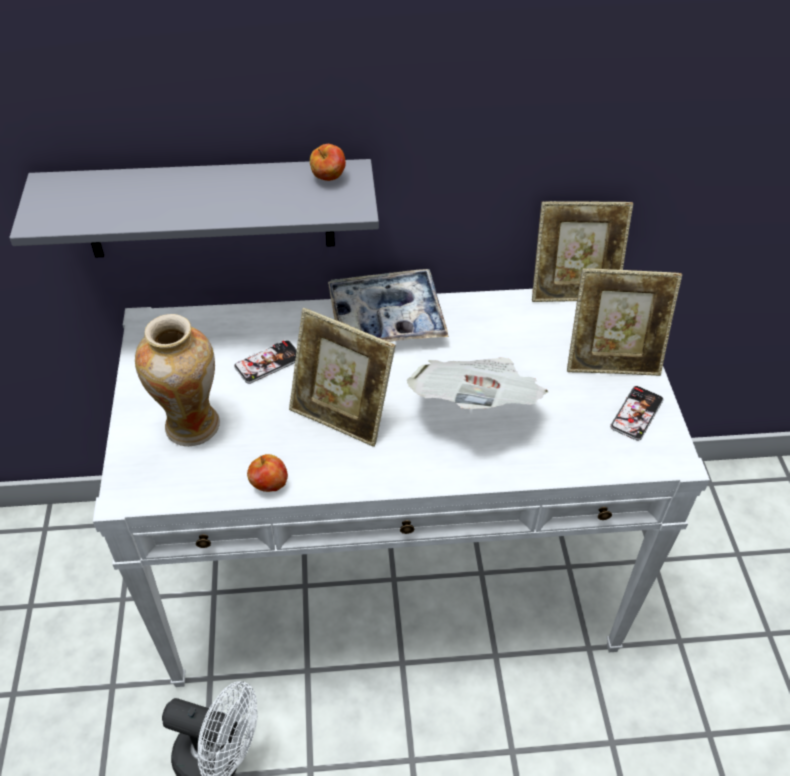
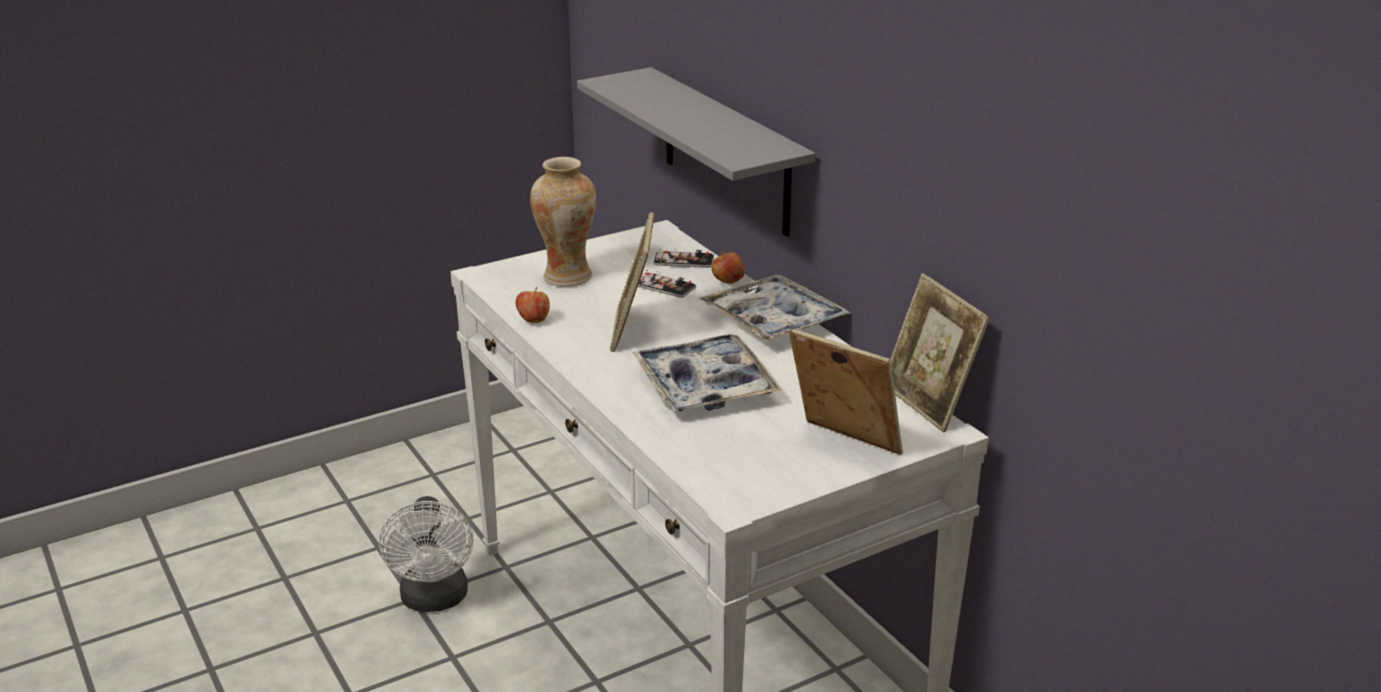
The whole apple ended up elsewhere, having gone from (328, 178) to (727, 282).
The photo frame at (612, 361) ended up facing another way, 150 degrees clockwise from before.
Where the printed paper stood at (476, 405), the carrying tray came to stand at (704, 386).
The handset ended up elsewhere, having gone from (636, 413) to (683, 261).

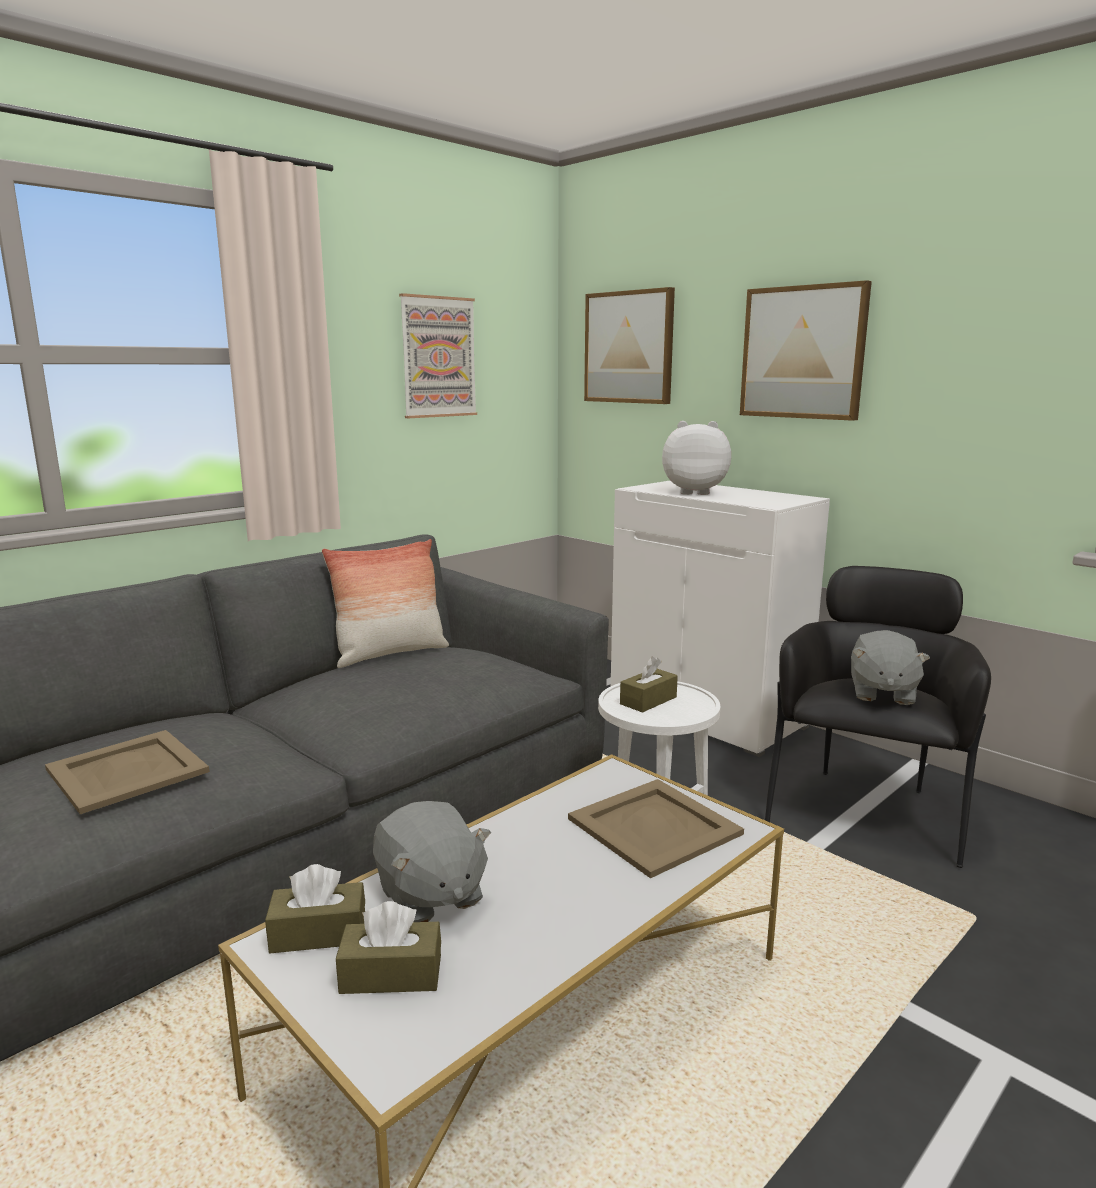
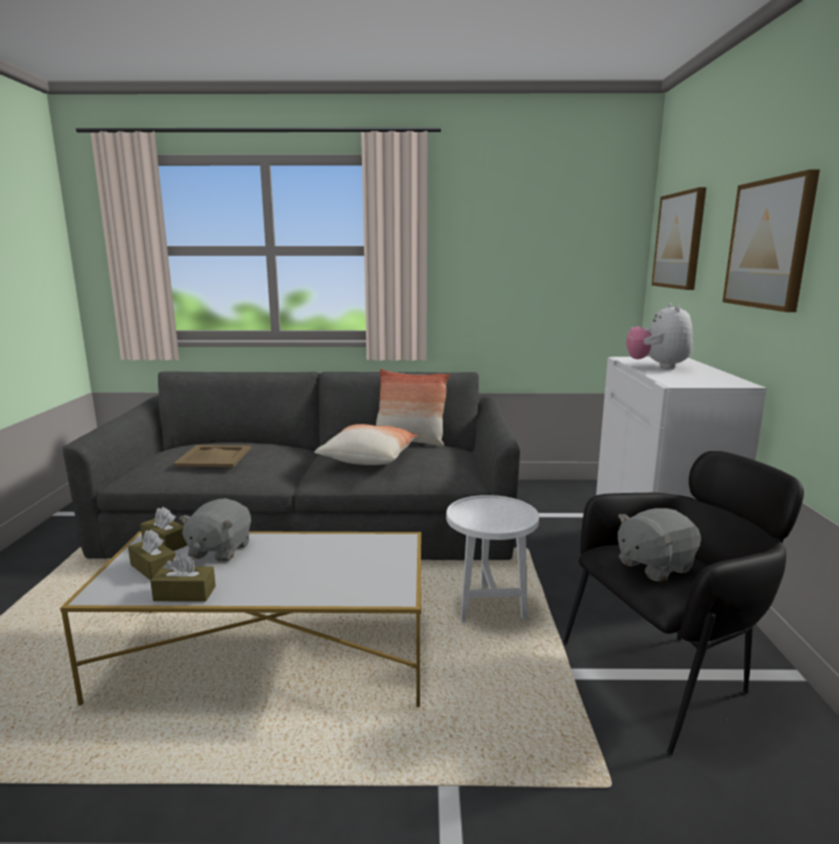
The second view lost the wall art at (438, 357).
The plush toy at (694, 492) ended up facing another way, 135 degrees counterclockwise from before.
The brownish tissue box ended up elsewhere, having gone from (648, 700) to (185, 593).
The second view lost the beige-coloured carrying tray at (654, 825).
The second view gained the cushion at (369, 458).

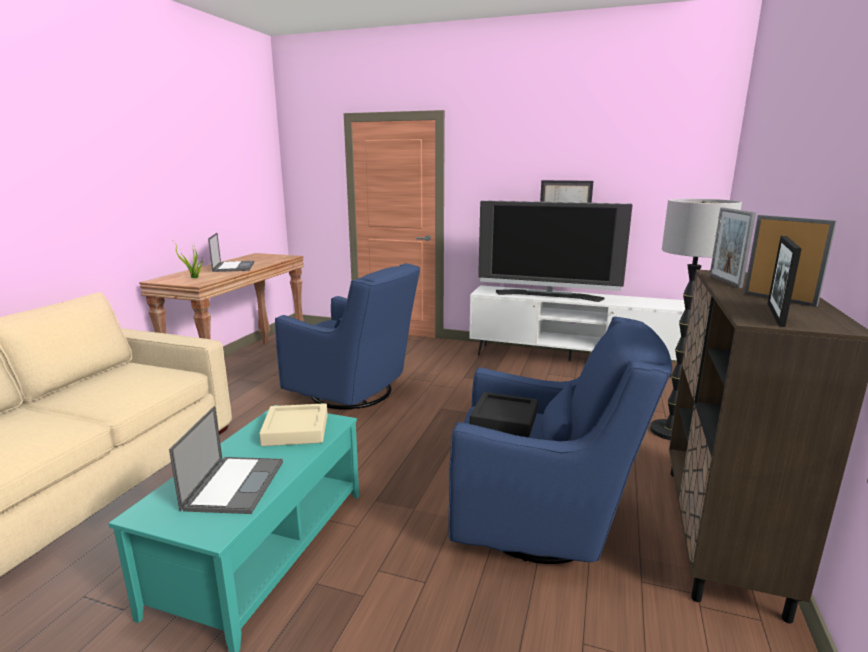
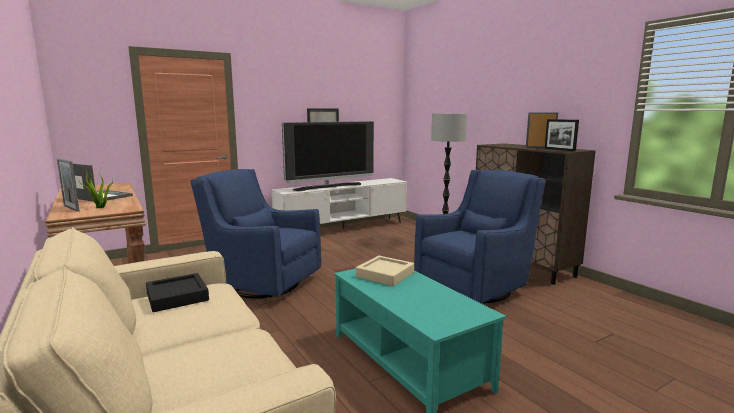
The photo frame ended up elsewhere, having gone from (725, 281) to (71, 208).
The bluish easy chair at (354, 393) ended up facing another way, 135 degrees counterclockwise from before.
The blackish carrying tray ended up elsewhere, having gone from (504, 420) to (177, 297).
The second view lost the laptop at (234, 484).

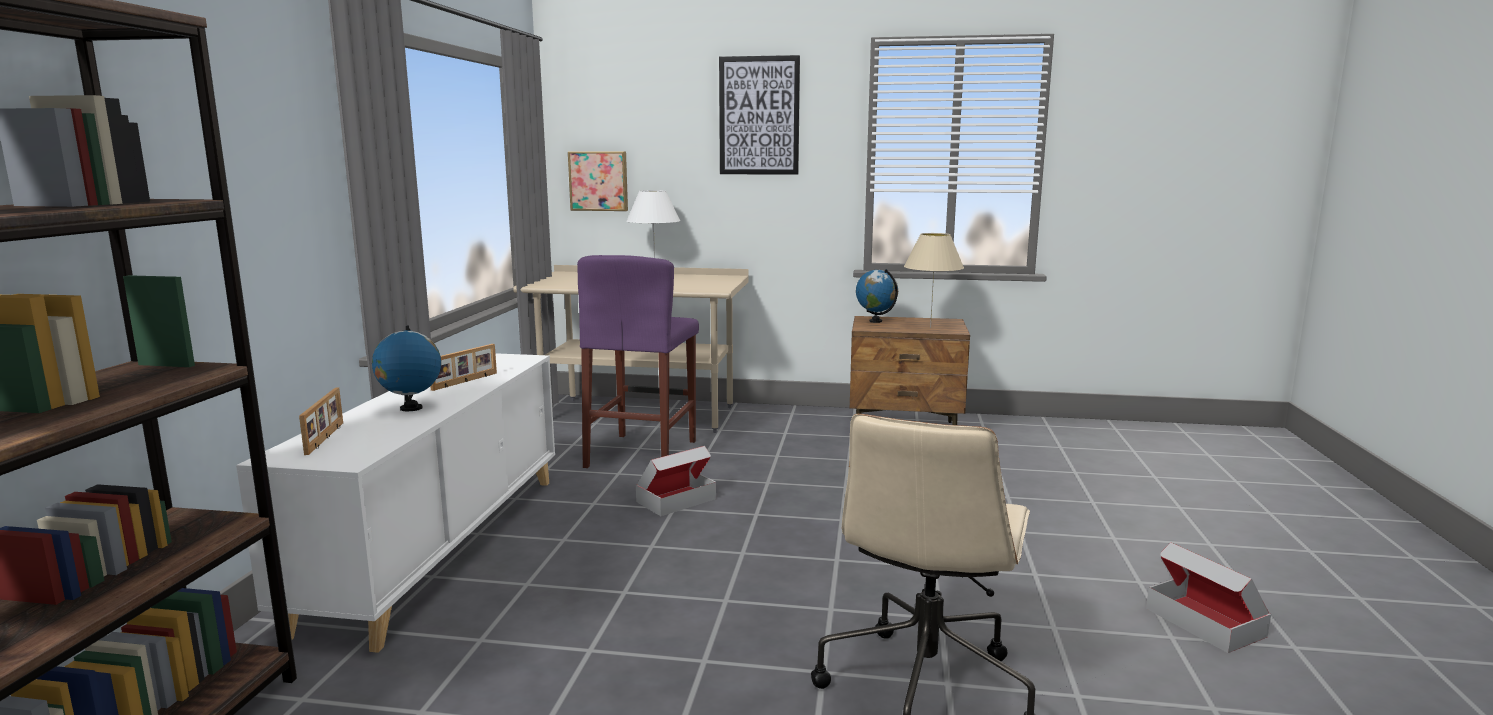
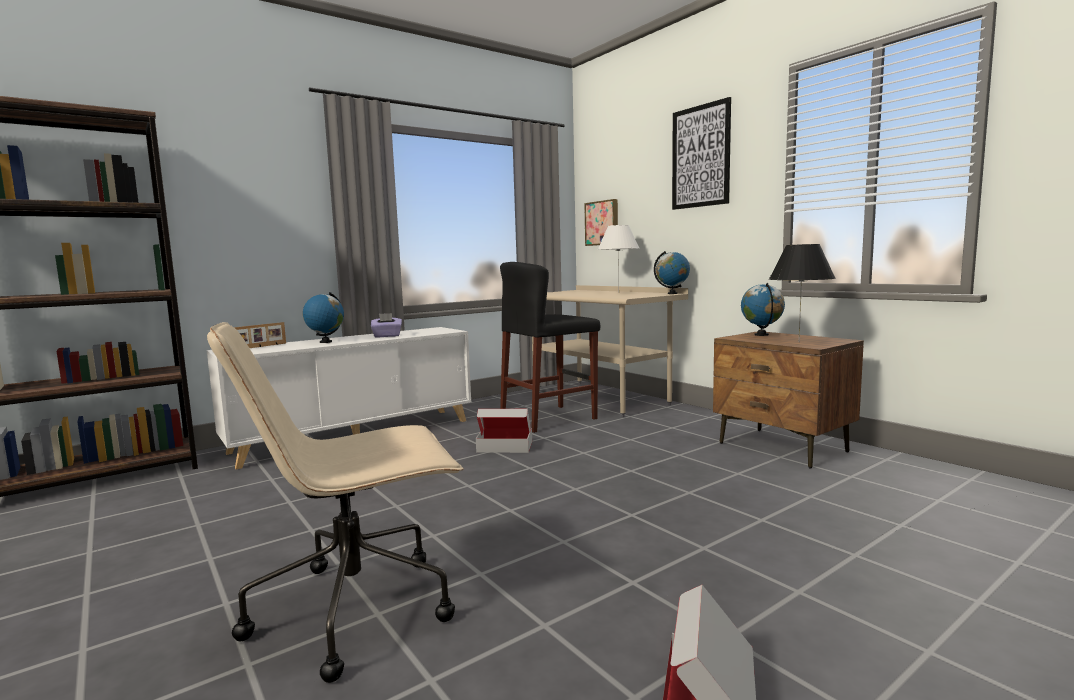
What was the beige-coloured tabletop lamp at (930, 327) turned into the blackish tabletop lamp at (799, 342).
What was the purple-coloured stool at (642, 453) turned into the blackish stool at (548, 418).
Where the photo frame stood at (465, 381), the purple-coloured tissue box came to stand at (387, 336).
The second view gained the globe at (672, 293).

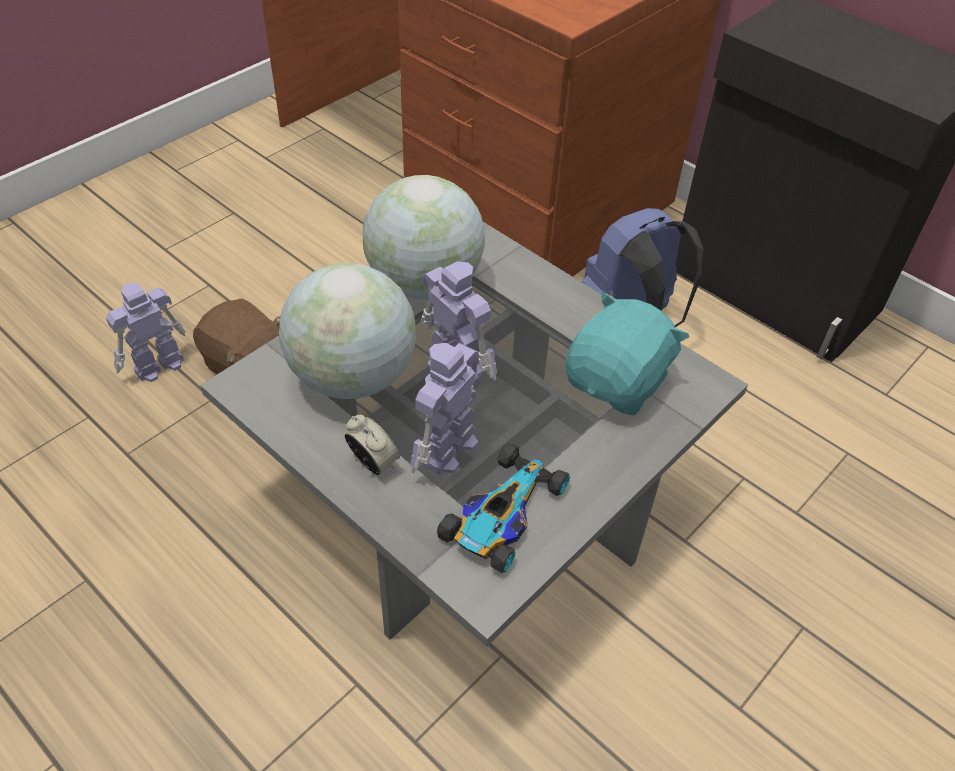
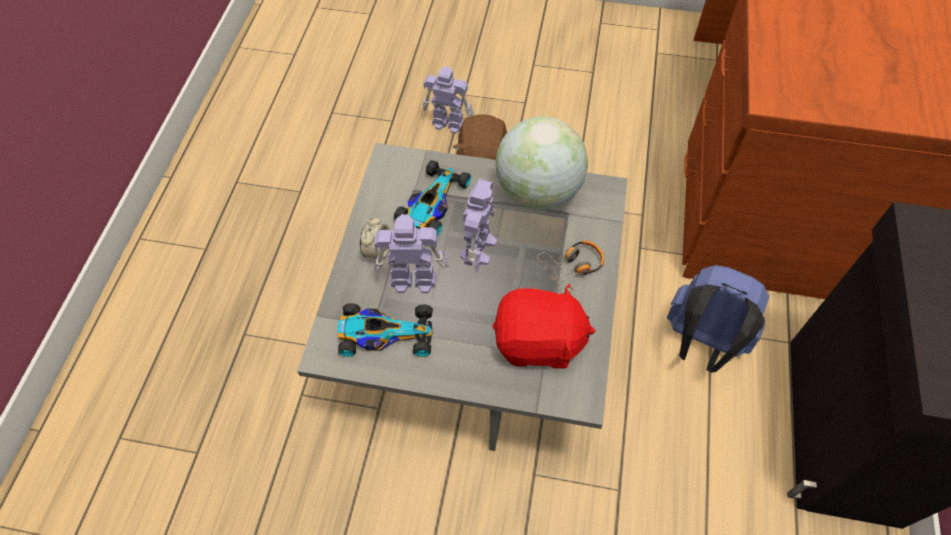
Where the globe stood at (353, 377), the miniature car came to stand at (432, 204).
What was the blue-green plush toy at (618, 382) turned into the red-coloured plush toy at (539, 342).
The second view gained the headphones at (572, 267).

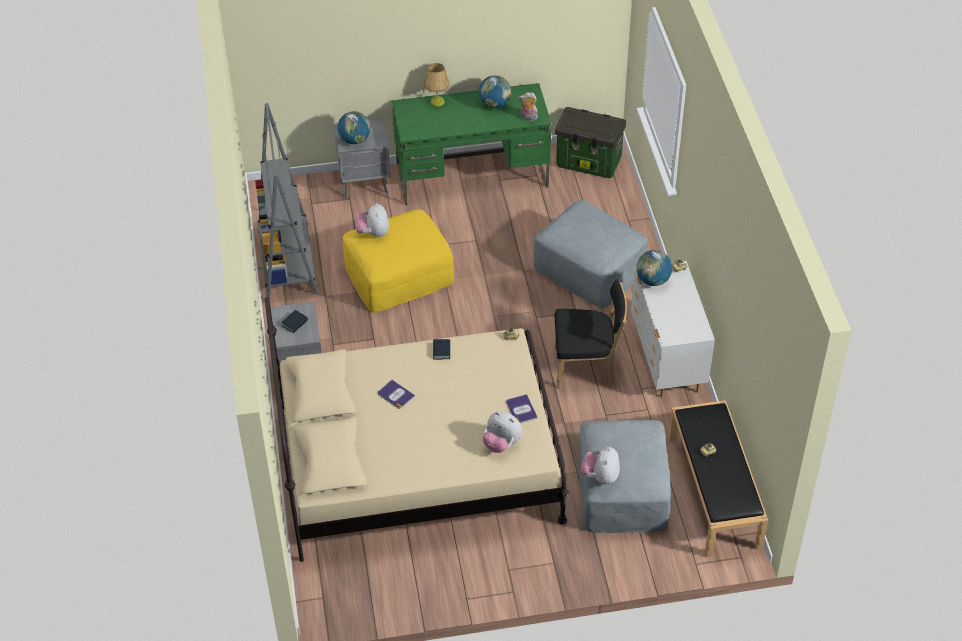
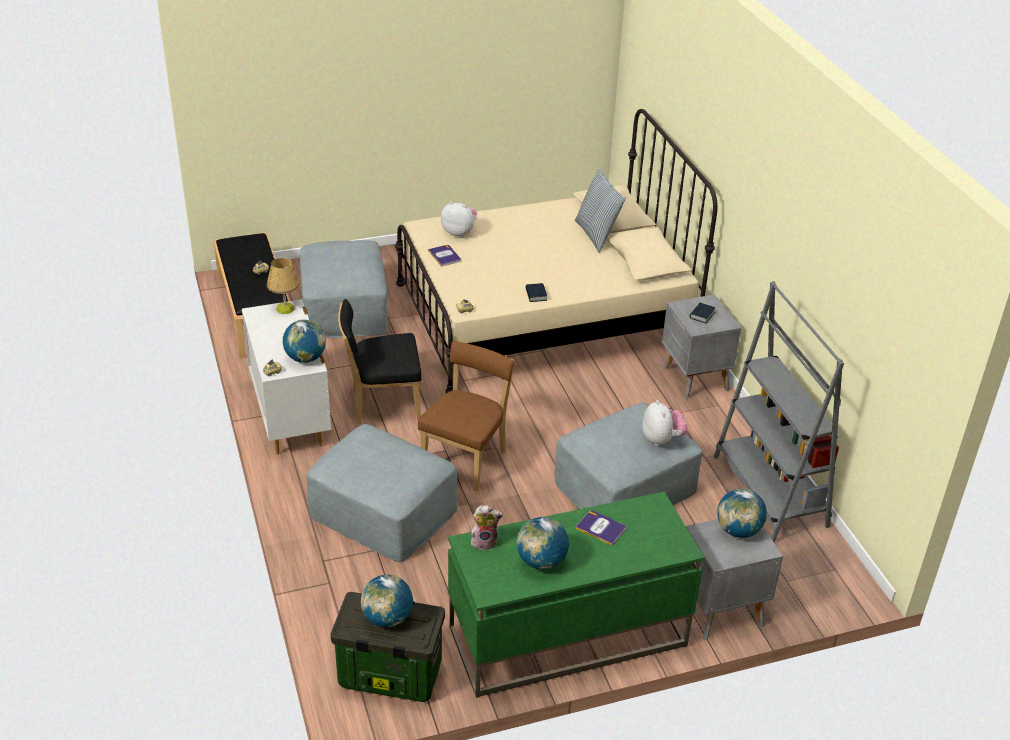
The tabletop lamp ended up elsewhere, having gone from (437, 101) to (285, 308).
What was the yellow-coloured footrest at (398, 275) turned into the grey footrest at (625, 486).
The volume ended up elsewhere, having gone from (395, 395) to (601, 528).
The second view lost the plush toy at (600, 476).
The second view gained the cushion at (597, 235).
The second view gained the brownish plain chair at (466, 459).
The second view gained the globe at (387, 618).

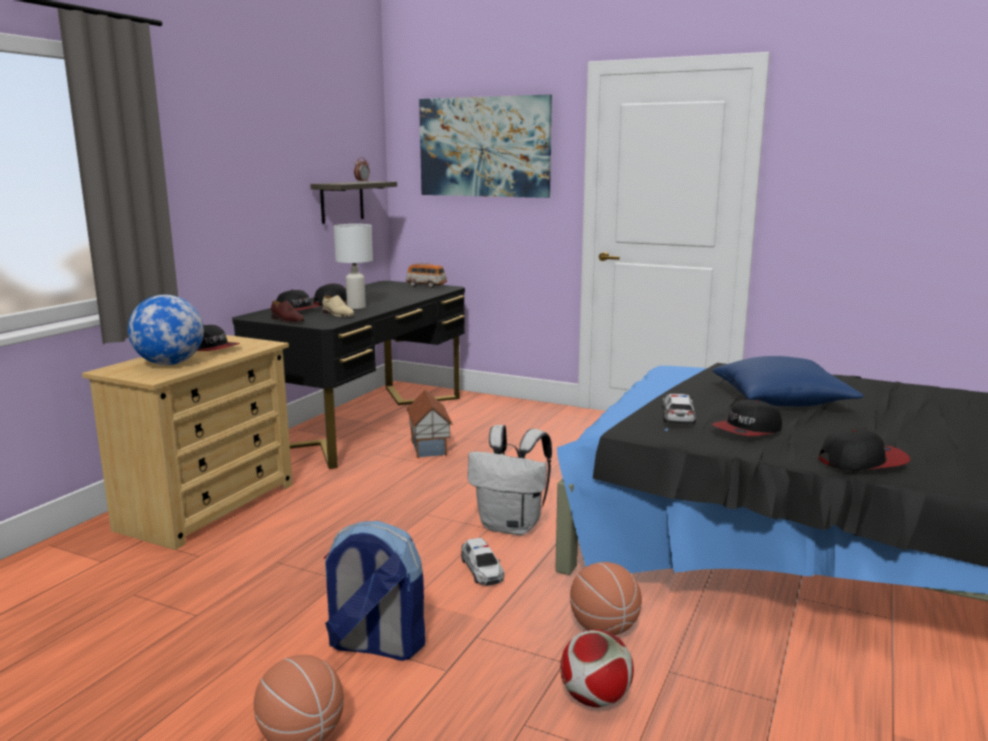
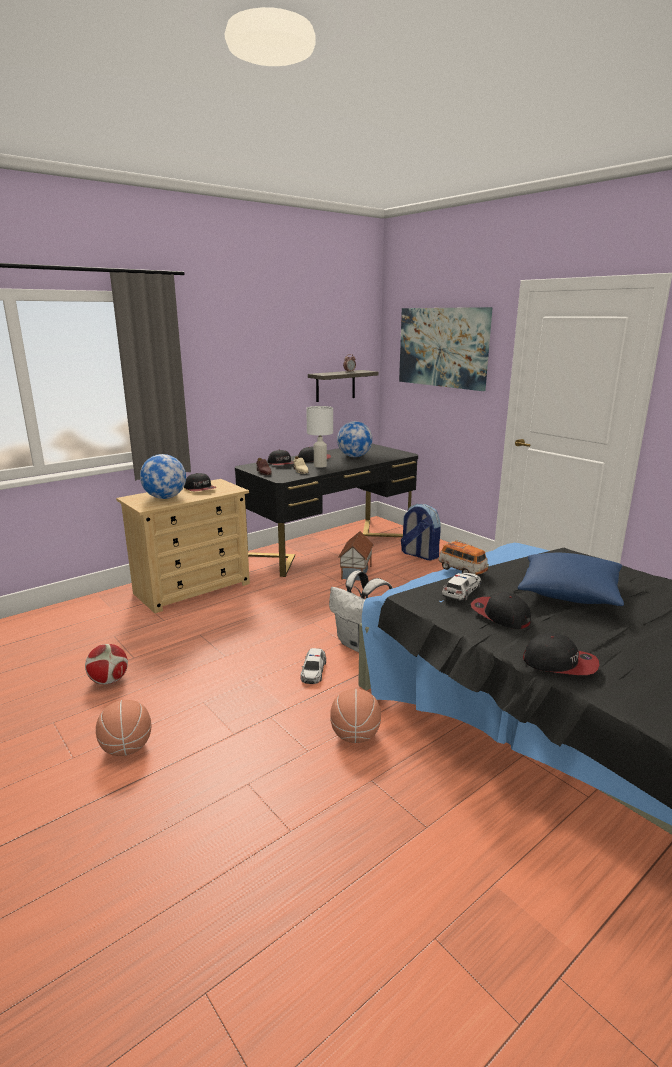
The miniature car ended up elsewhere, having gone from (426, 286) to (462, 570).
The peaked cap at (747, 430) ended up facing another way, 60 degrees clockwise from before.
The backpack ended up elsewhere, having gone from (375, 645) to (419, 555).
The football ended up elsewhere, having gone from (595, 698) to (109, 681).
The second view gained the globe at (354, 456).

